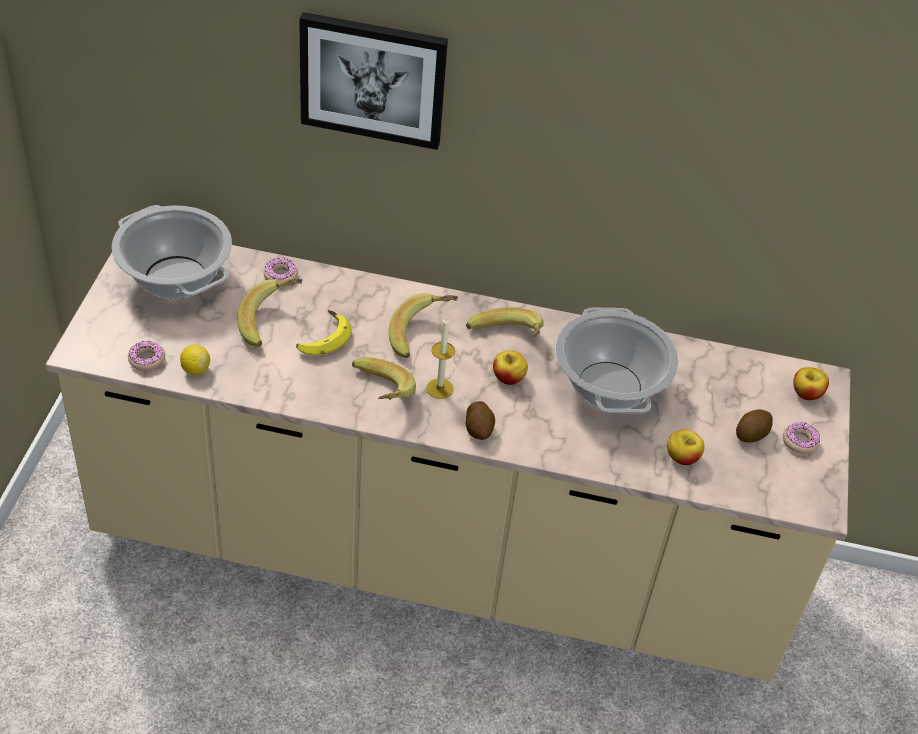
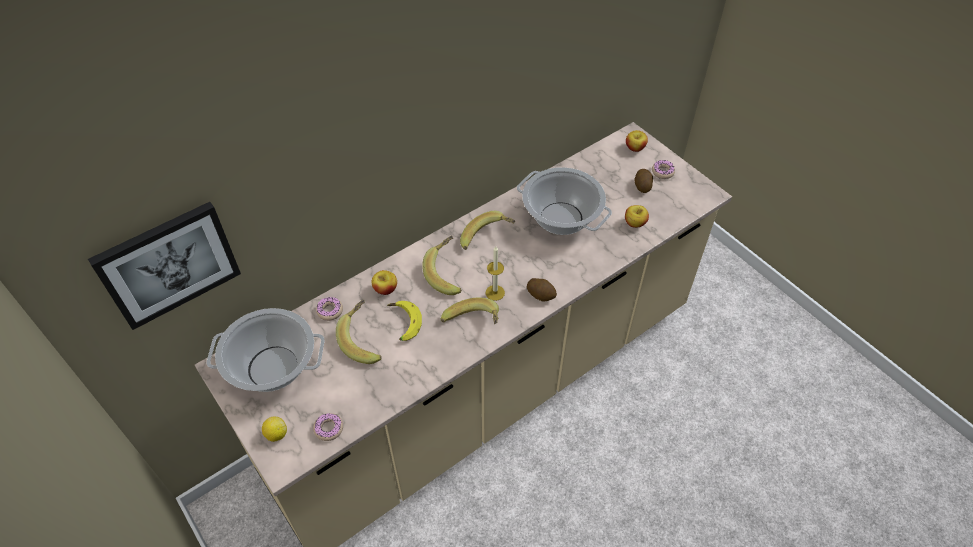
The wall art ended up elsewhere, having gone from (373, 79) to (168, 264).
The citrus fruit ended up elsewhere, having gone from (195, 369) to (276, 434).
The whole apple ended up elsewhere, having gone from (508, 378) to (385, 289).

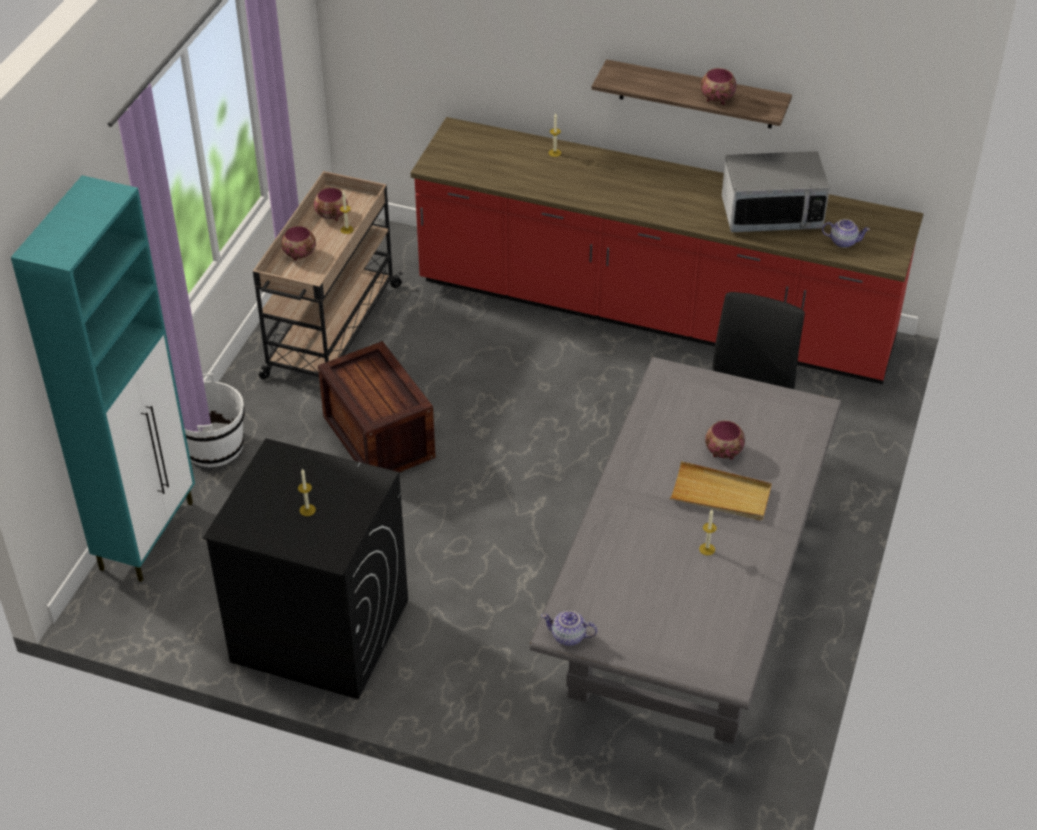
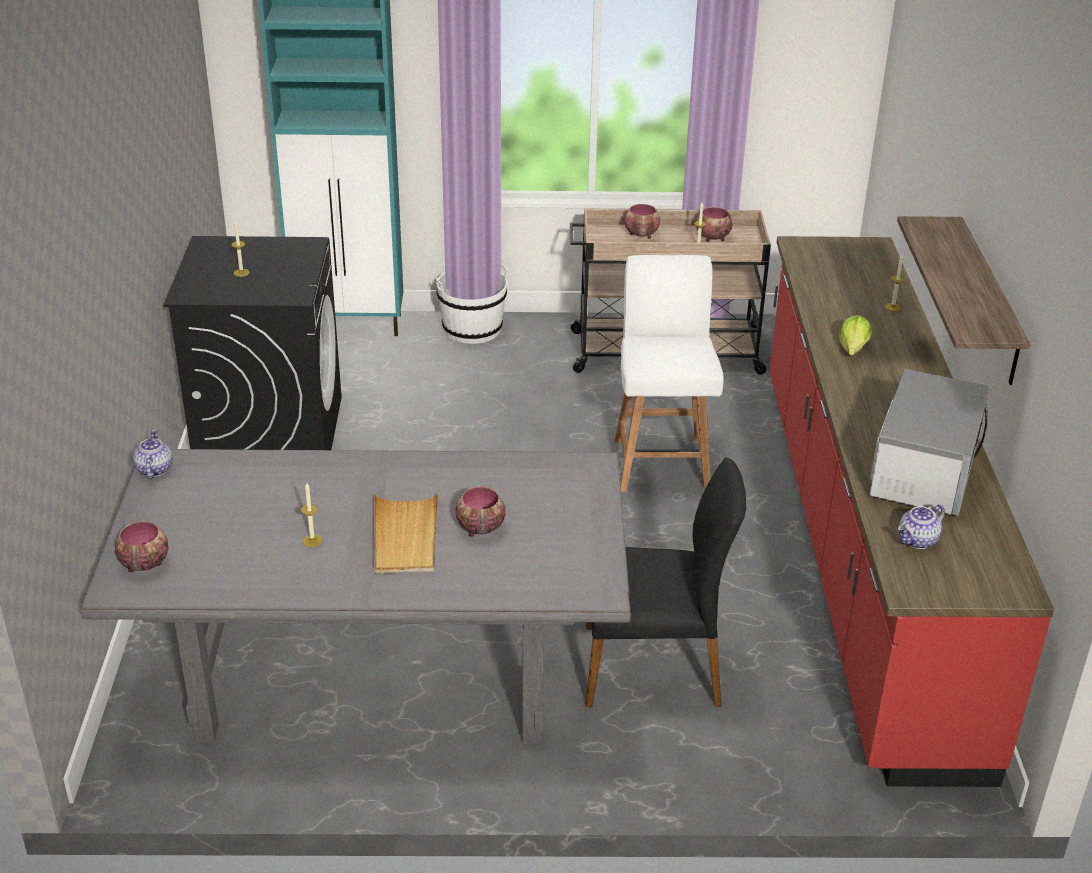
The bowl ended up elsewhere, having gone from (716, 99) to (144, 564).
The microwave at (771, 214) ended up facing another way, 135 degrees counterclockwise from before.
The tea pot at (843, 241) ended up facing another way, 60 degrees clockwise from before.
The second view lost the shipping crate at (379, 438).
The second view gained the whitish plain chair at (661, 463).
The second view gained the head of lettuce at (851, 352).

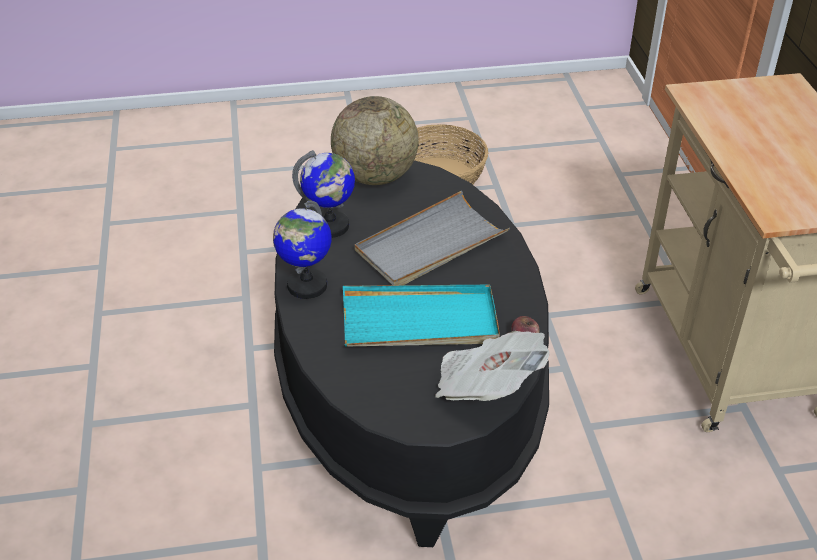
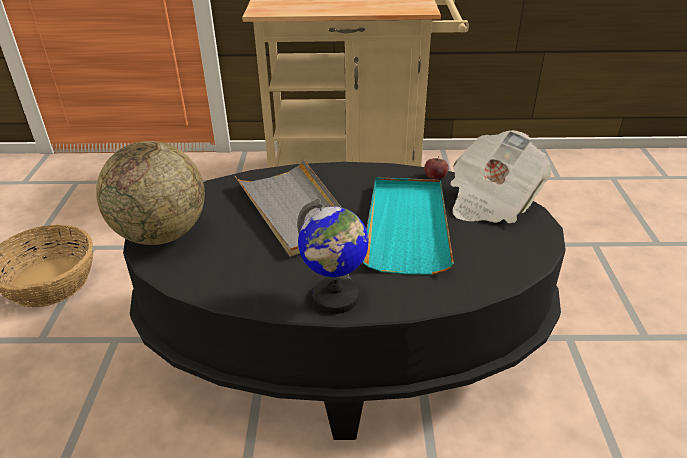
The second view lost the globe at (330, 226).

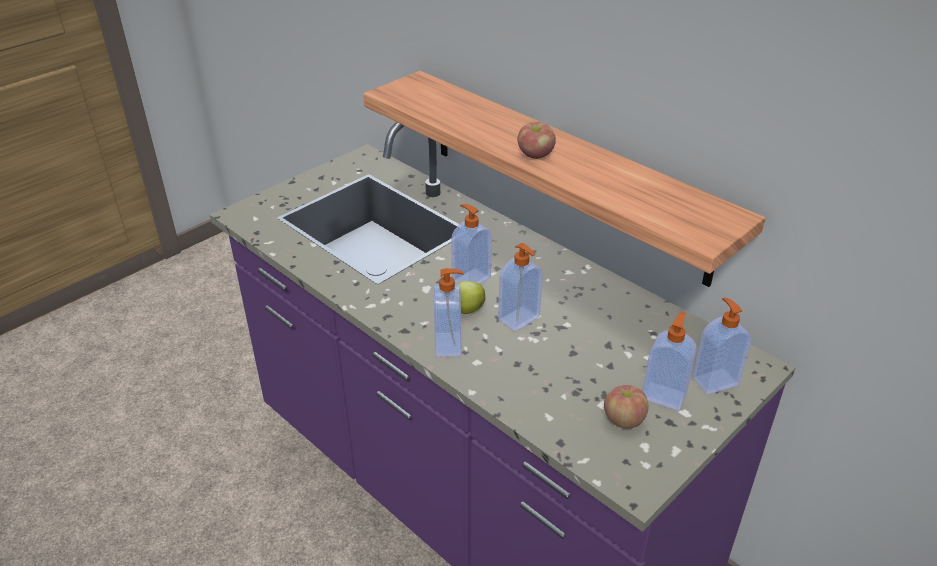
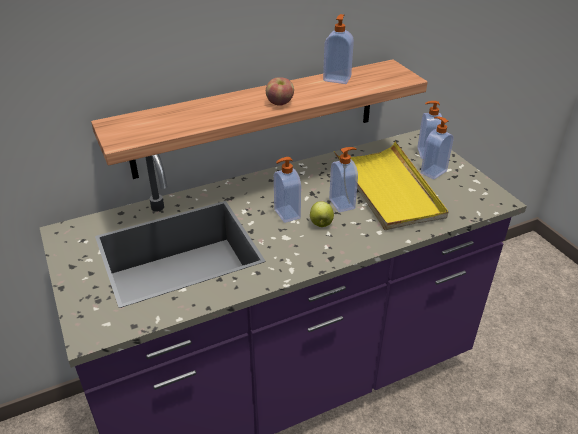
The liquid soap bottle ended up elsewhere, having gone from (449, 345) to (337, 79).
The second view lost the whole apple at (623, 420).
The second view gained the yellow-coloured carrying tray at (388, 188).

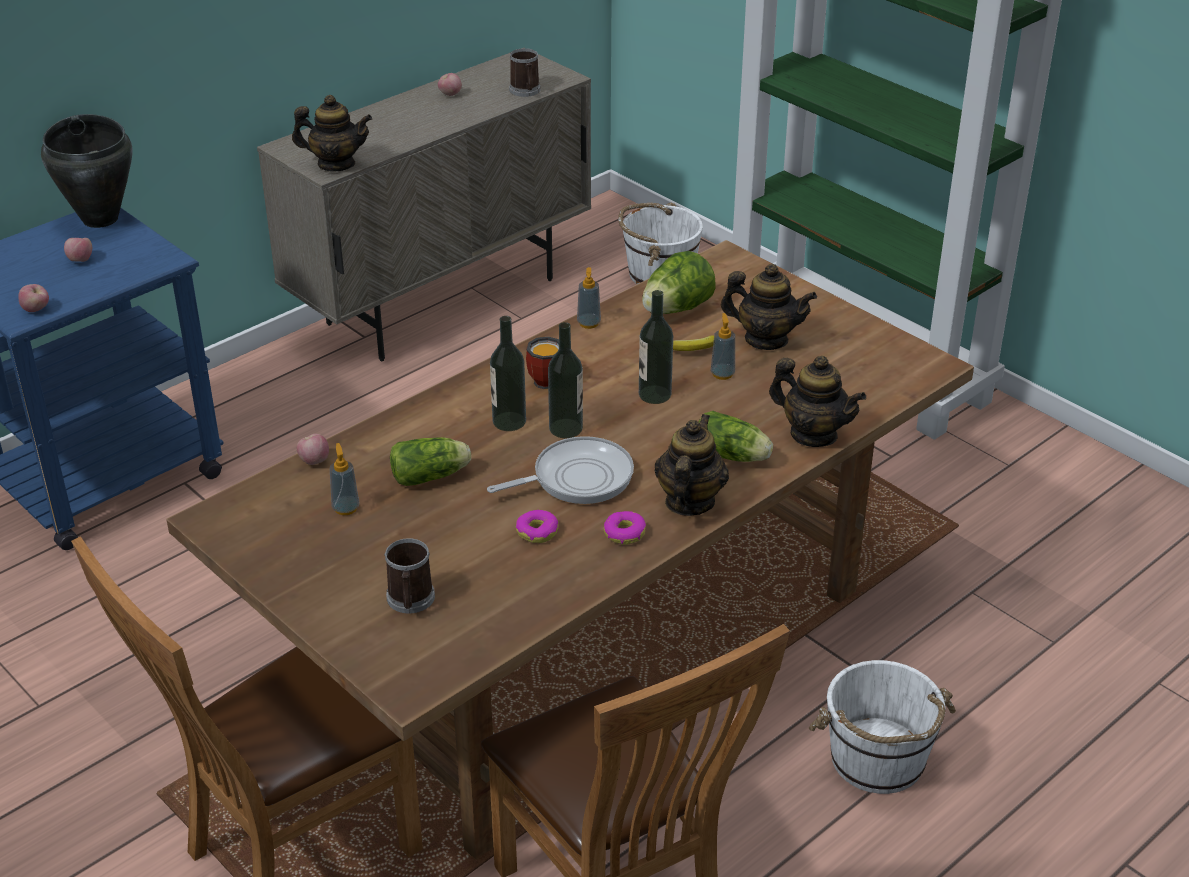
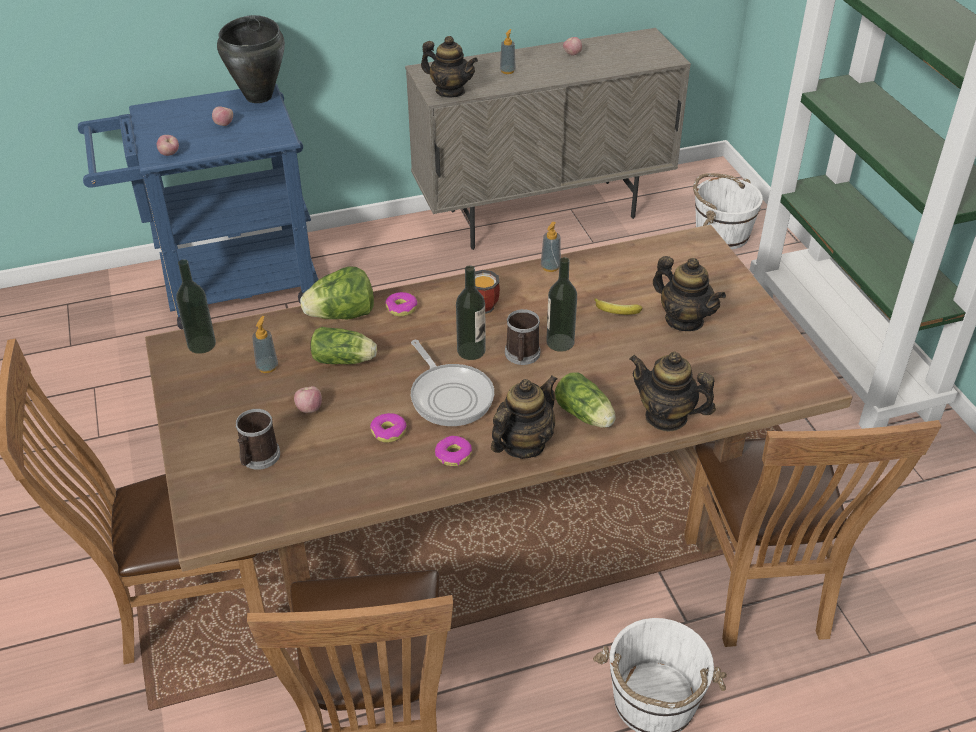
The tea mug ended up elsewhere, having gone from (525, 91) to (522, 356).
The head of lettuce ended up elsewhere, having gone from (676, 309) to (342, 315).
The liquid soap bottle ended up elsewhere, having gone from (722, 374) to (507, 71).
The bottle ended up elsewhere, having gone from (509, 421) to (201, 344).
The tea pot at (813, 434) ended up facing another way, 150 degrees clockwise from before.
The whole apple ended up elsewhere, having gone from (314, 461) to (309, 409).
The skillet at (577, 478) ended up facing another way, 60 degrees clockwise from before.
The second view gained the doughnut at (401, 308).
The second view gained the brownish plain chair at (760, 593).

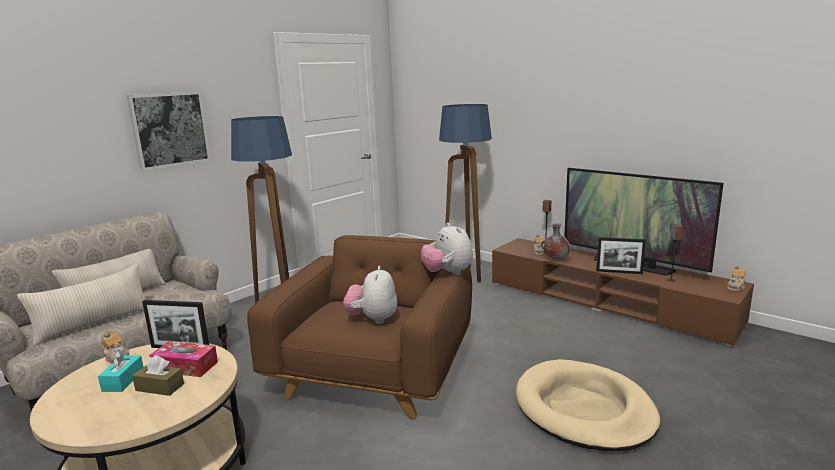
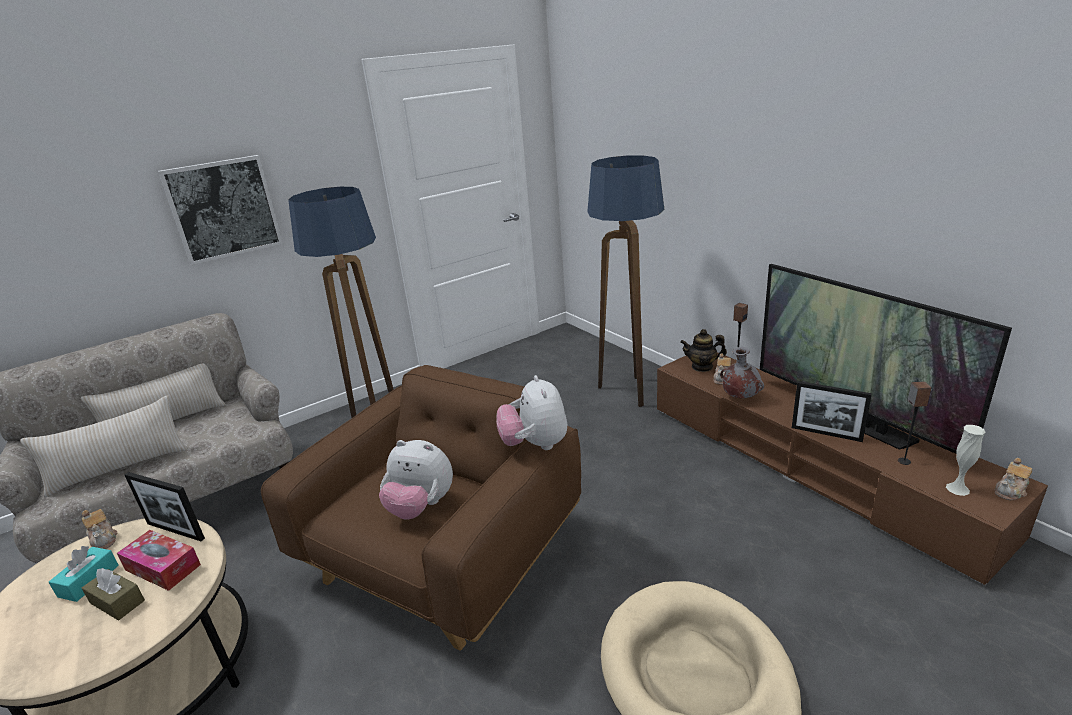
The plush toy at (373, 319) ended up facing another way, 90 degrees counterclockwise from before.
The second view gained the tea pot at (702, 367).
The second view gained the whitish vase at (957, 489).

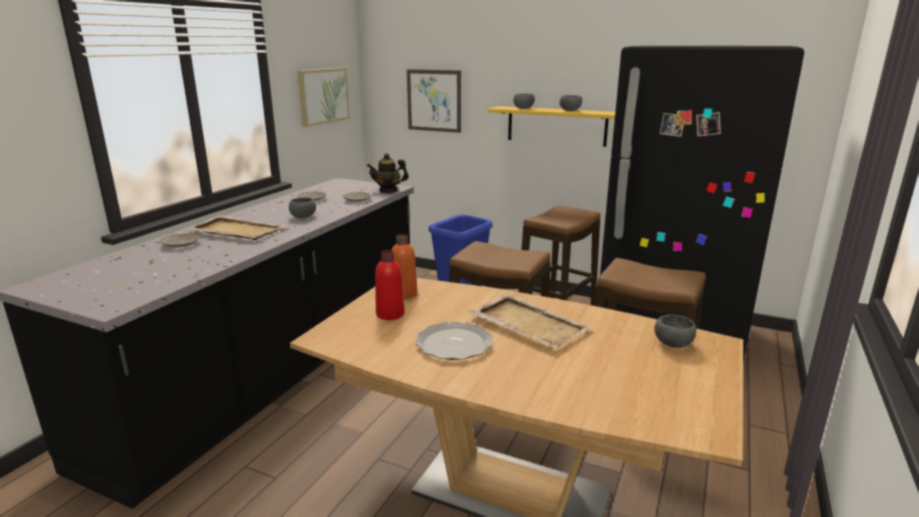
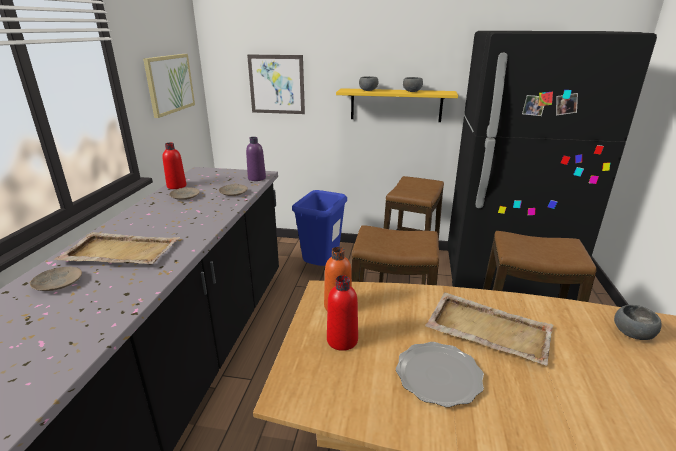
Where the tea pot stood at (388, 190), the purple-coloured bottle came to stand at (257, 178).
The second view lost the grey bowl at (304, 216).
The second view gained the red-coloured bottle at (176, 186).

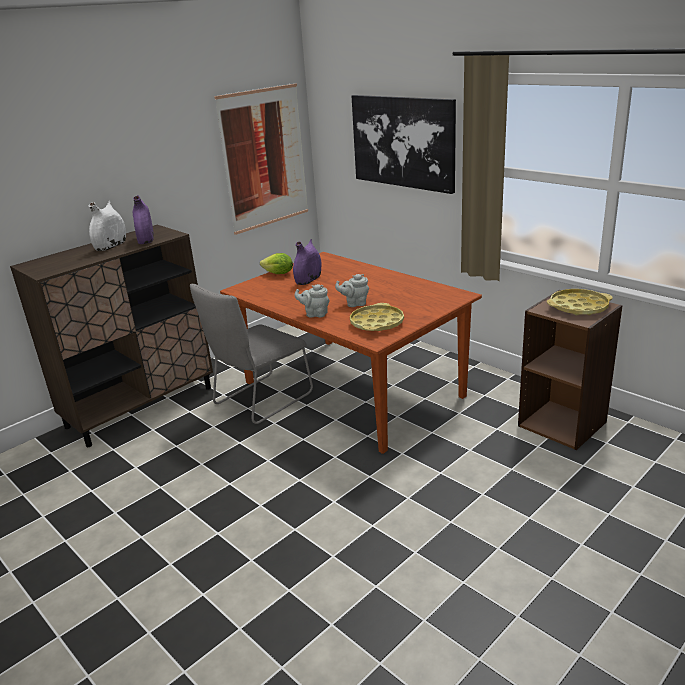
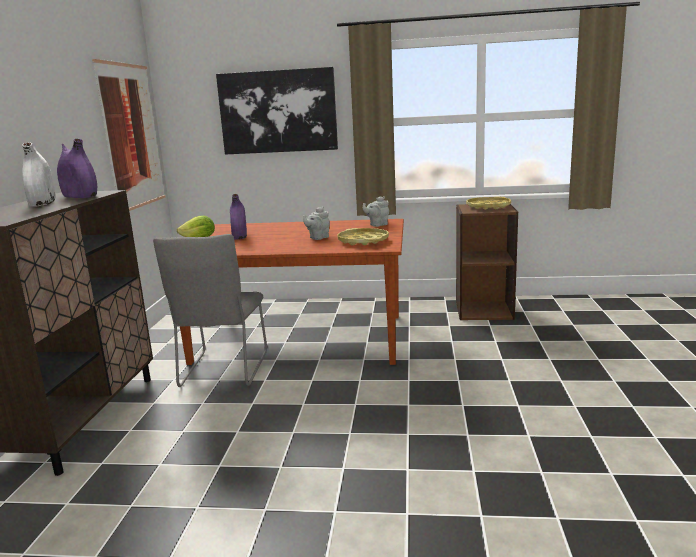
The grey tea pot ended up elsewhere, having gone from (315, 314) to (377, 225).

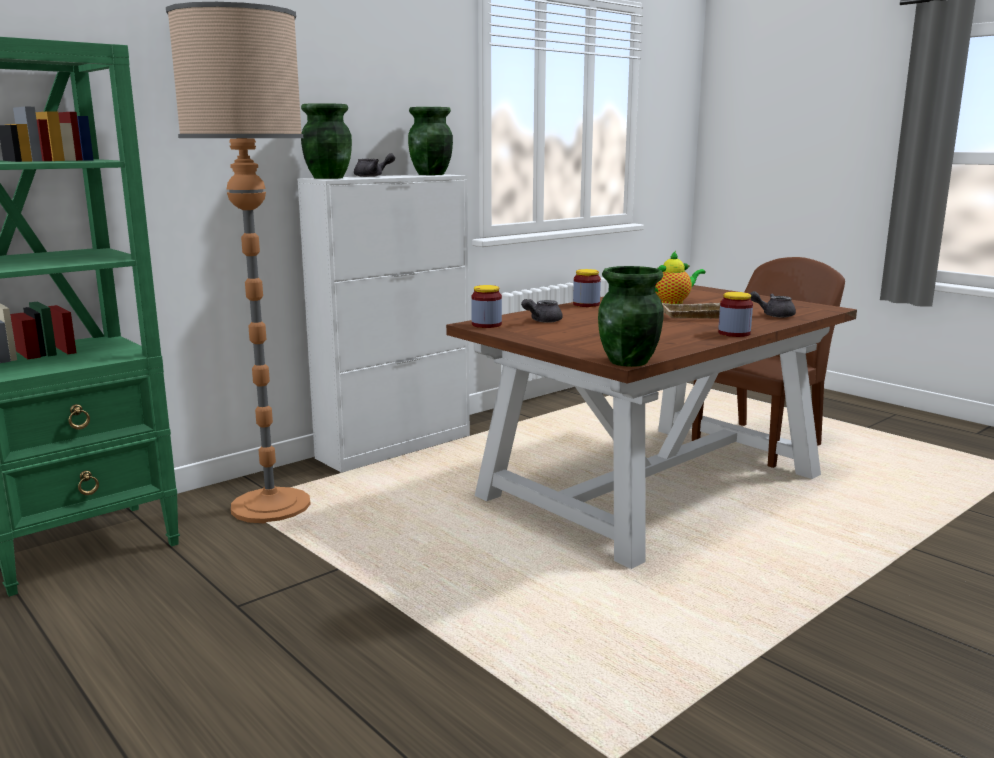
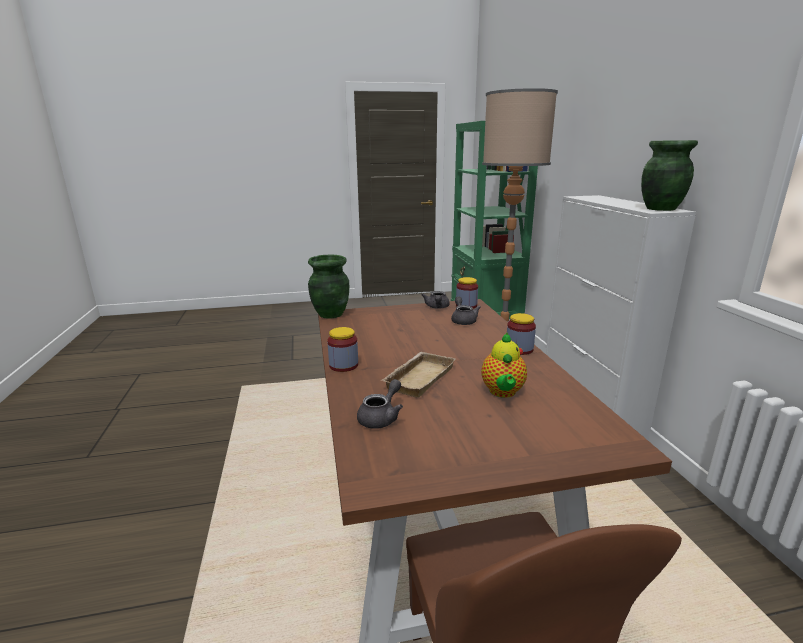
The second view lost the greenish vase at (327, 178).
The grey tea pot ended up elsewhere, having gone from (373, 176) to (437, 307).

